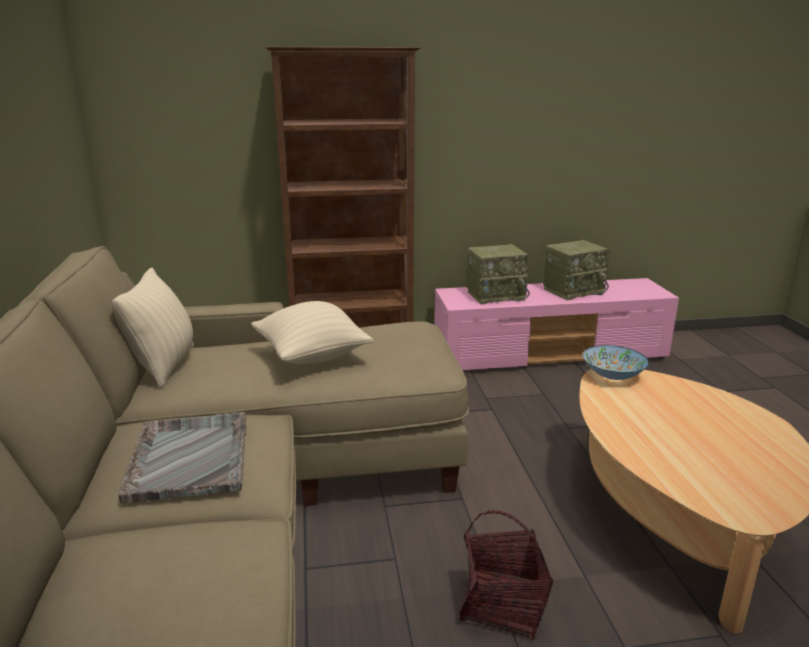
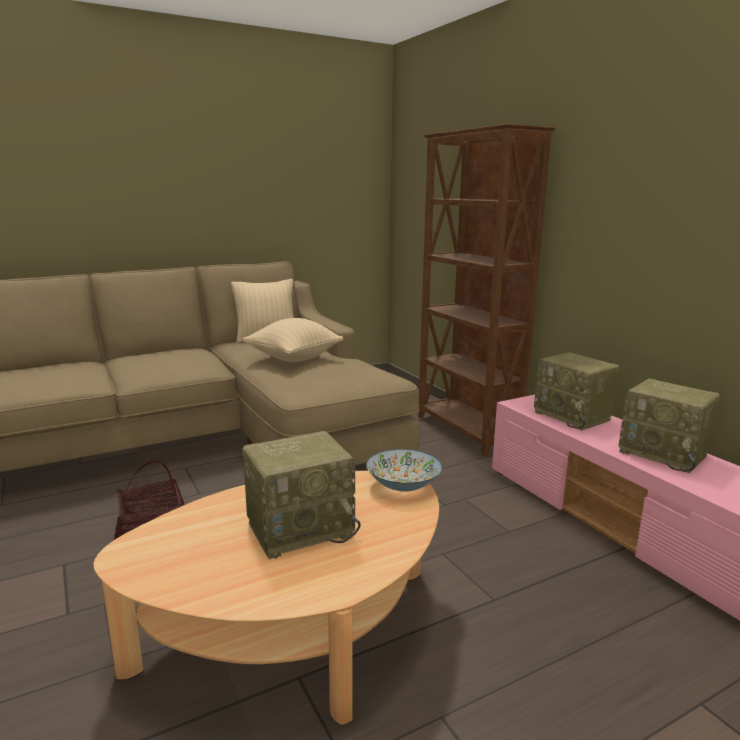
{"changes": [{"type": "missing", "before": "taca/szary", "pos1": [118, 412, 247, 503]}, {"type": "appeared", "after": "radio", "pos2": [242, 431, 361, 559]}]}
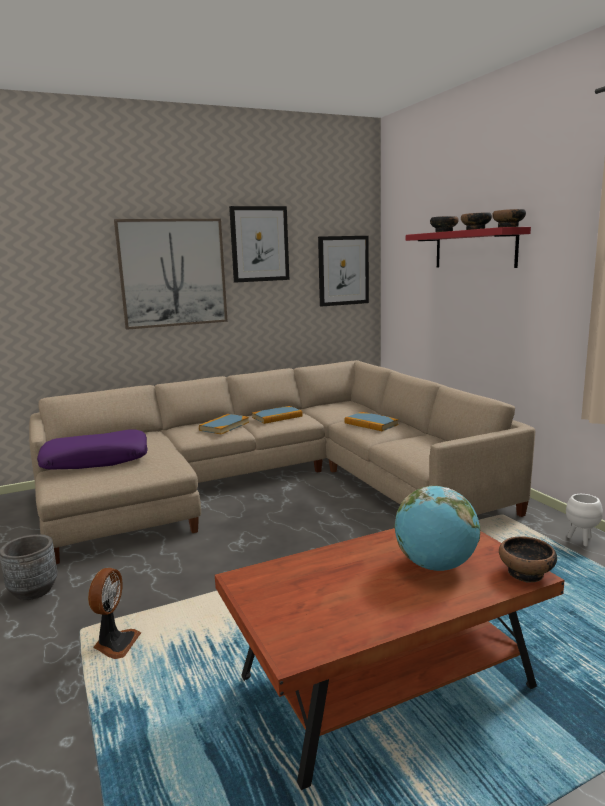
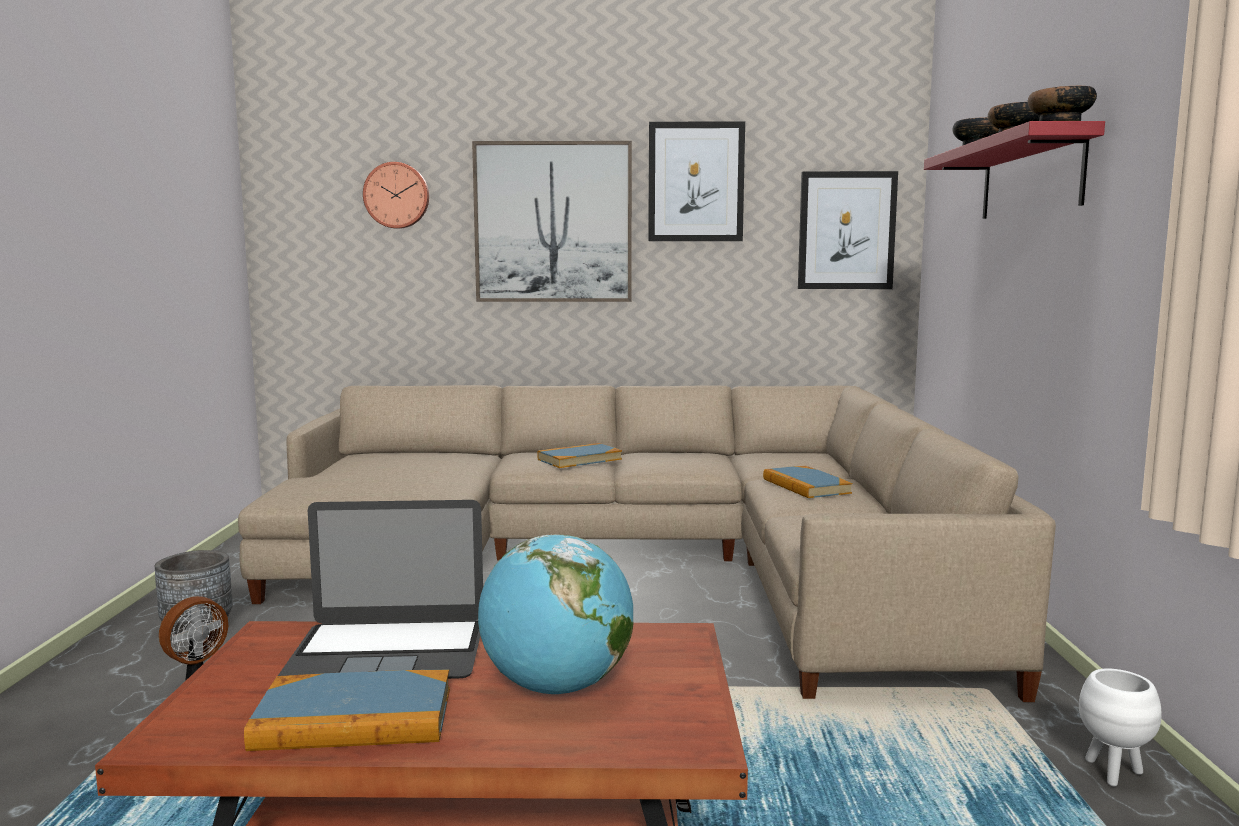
{"changes": [{"type": "relocated", "before": "książka", "pos1": [252, 406, 303, 424], "pos2": [244, 670, 450, 751]}, {"type": "missing", "before": "poduszka/fioletowy", "pos1": [37, 429, 147, 470]}, {"type": "missing", "before": "miska", "pos1": [499, 536, 557, 583]}, {"type": "appeared", "after": "zegar ścienny", "pos2": [363, 162, 429, 229]}, {"type": "appeared", "after": "laptop", "pos2": [278, 500, 483, 679]}]}
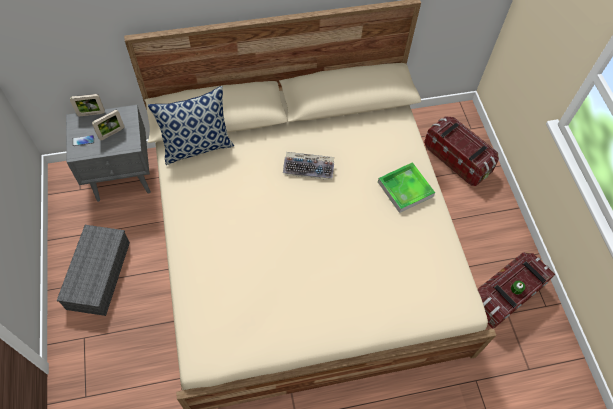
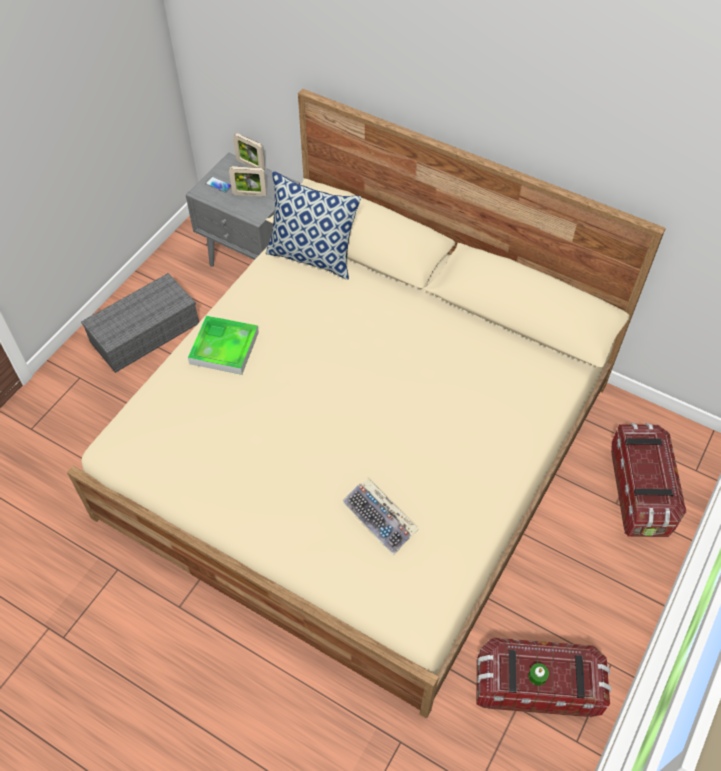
{"changes": [{"type": "relocated", "before": "klawiatura", "pos1": [283, 152, 334, 180], "pos2": [343, 478, 418, 555]}, {"type": "relocated", "before": "taca", "pos1": [378, 162, 435, 213], "pos2": [188, 316, 259, 375]}]}
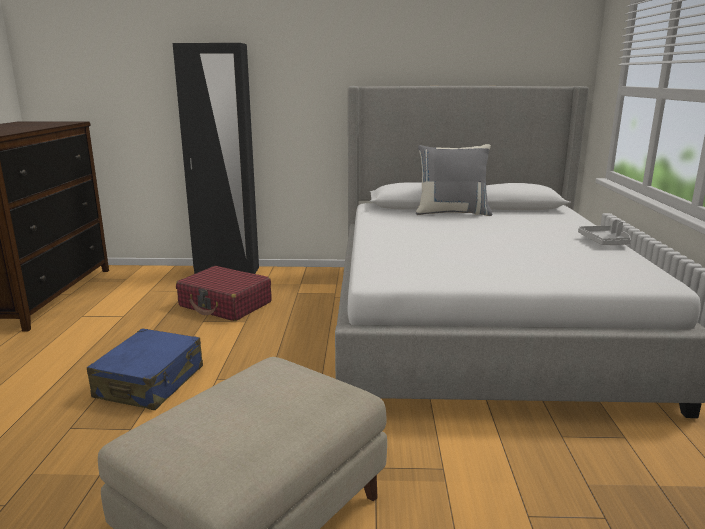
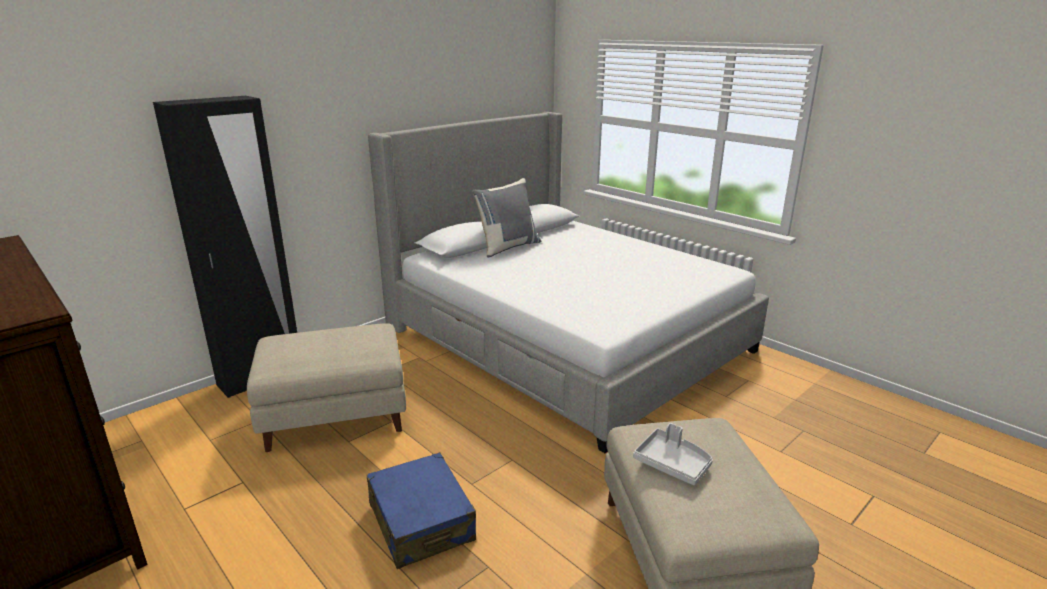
{"changes": [{"type": "relocated", "before": "taca/szary", "pos1": [578, 220, 631, 245], "pos2": [633, 423, 713, 485]}, {"type": "exchanged", "before": "walizka/czerwony", "after": "pufa/beżowy", "pos1": [176, 266, 272, 321], "pos2": [247, 323, 406, 452]}]}
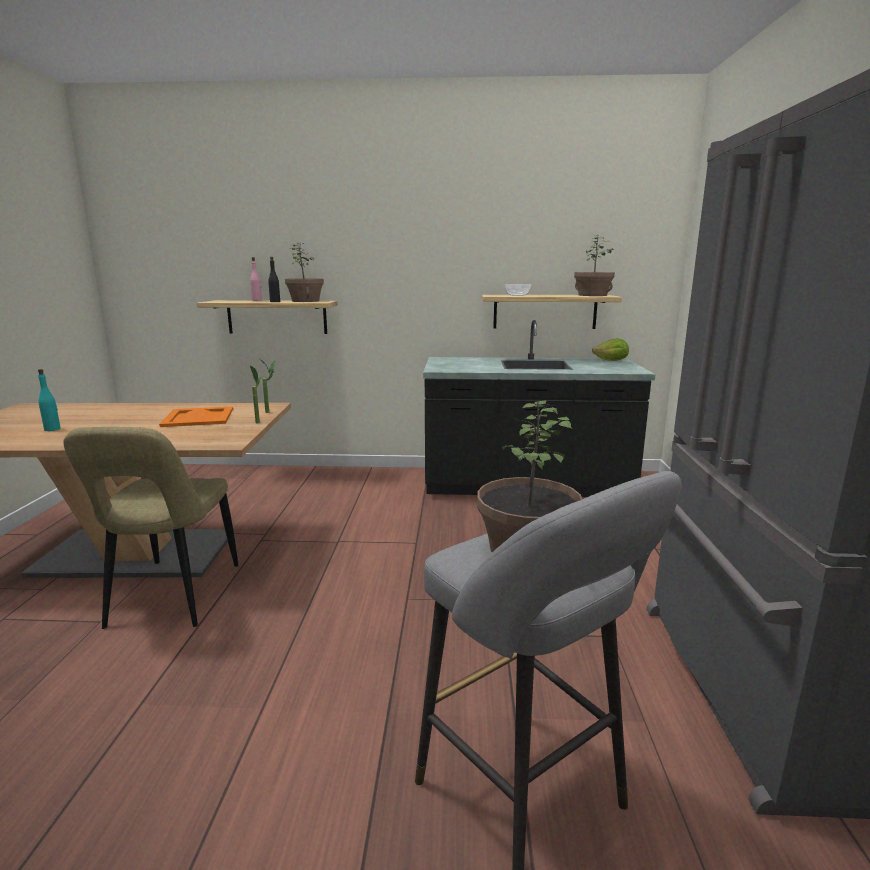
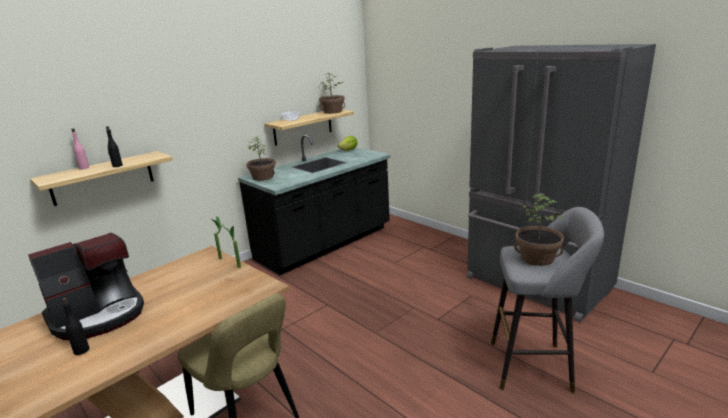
{"changes": [{"type": "relocated", "before": "roślina doniczkowa", "pos1": [285, 242, 324, 302], "pos2": [246, 137, 276, 181]}, {"type": "colour", "before": "butelka/turkusowy", "after": "butelka/czarny", "pos1": [38, 369, 61, 431], "pos2": [62, 298, 89, 355]}, {"type": "missing", "before": "taca/pomarańczowy", "pos1": [159, 406, 233, 427]}, {"type": "appeared", "after": "ekspres do kawy", "pos2": [28, 233, 144, 340]}]}
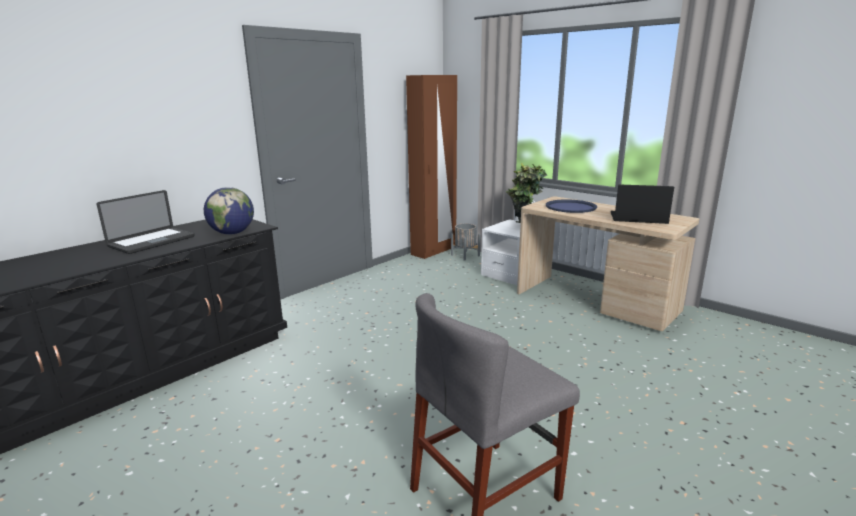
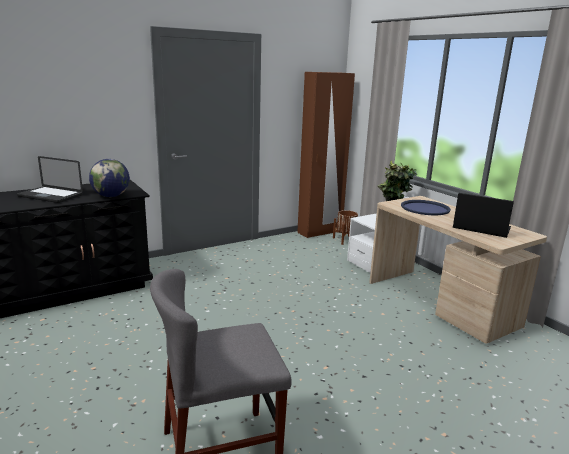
{"changes": [{"type": "spun", "before": "laptop", "pos1": [97, 190, 195, 254], "pos2": [17, 156, 83, 203], "turn": 60}, {"type": "colour", "before": "donica/szary", "after": "donica/brązowy", "pos1": [451, 224, 481, 261], "pos2": [333, 210, 358, 245]}]}
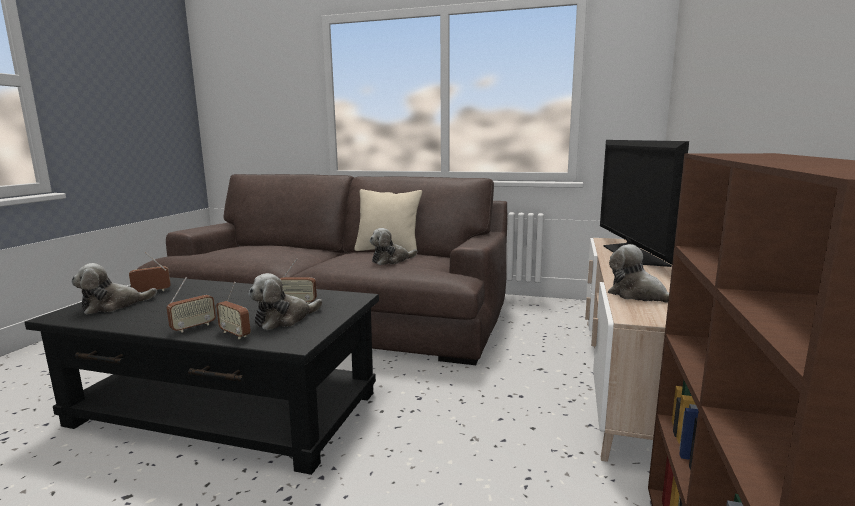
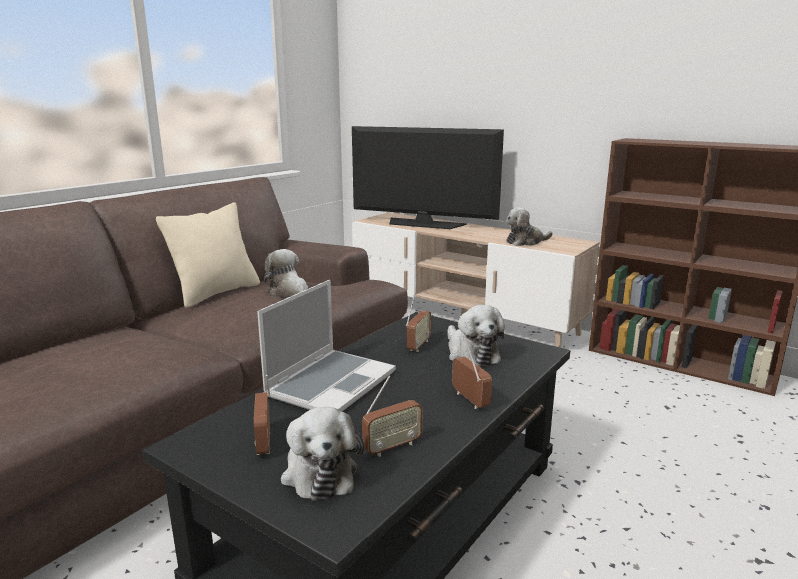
{"changes": [{"type": "spun", "before": "pluszak", "pos1": [370, 228, 418, 265], "pos2": [264, 249, 308, 299], "turn": 150}, {"type": "relocated", "before": "radio", "pos1": [216, 282, 251, 339], "pos2": [362, 375, 423, 457]}, {"type": "appeared", "after": "laptop", "pos2": [257, 280, 396, 411]}]}
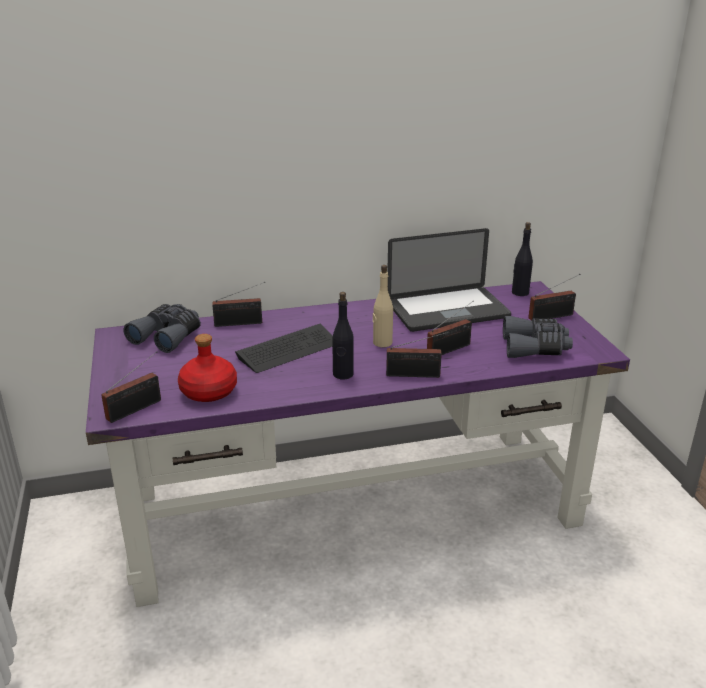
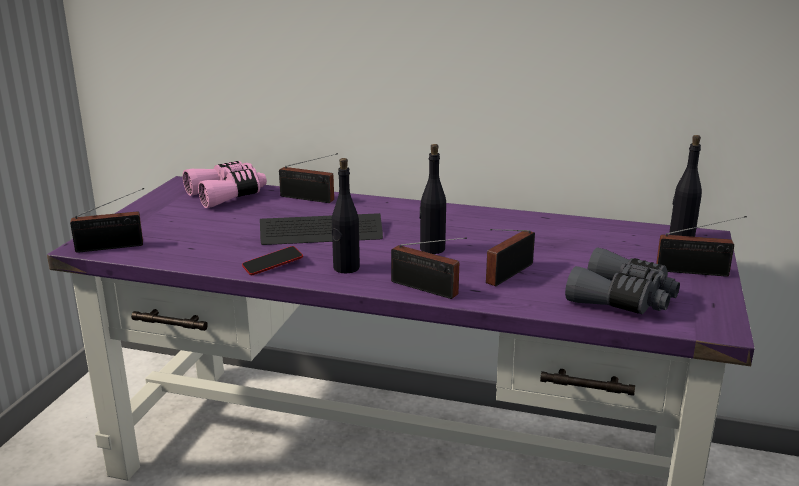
{"changes": [{"type": "missing", "before": "laptop", "pos1": [387, 228, 511, 332]}, {"type": "colour", "before": "butelka/beżowy", "after": "butelka/czarny", "pos1": [373, 265, 393, 347], "pos2": [420, 144, 446, 254]}, {"type": "spun", "before": "radio", "pos1": [427, 300, 474, 355], "pos2": [486, 229, 535, 286], "turn": 135}, {"type": "colour", "before": "lornetka/szary", "after": "lornetka/różowy", "pos1": [123, 304, 201, 353], "pos2": [183, 161, 267, 208]}, {"type": "missing", "before": "butelka/czerwony", "pos1": [178, 334, 237, 402]}, {"type": "appeared", "after": "telefon", "pos2": [242, 246, 303, 275]}]}
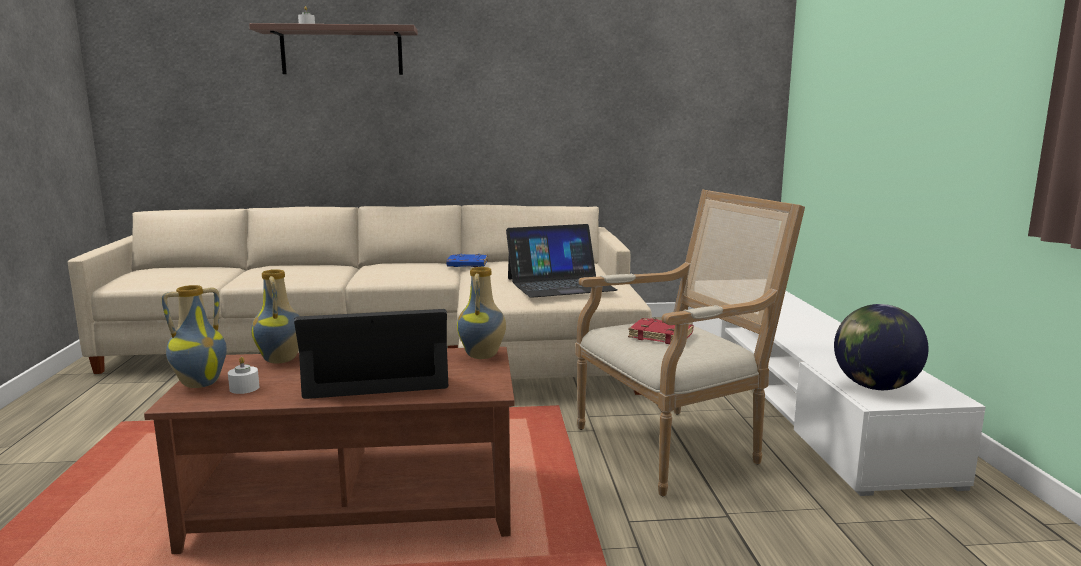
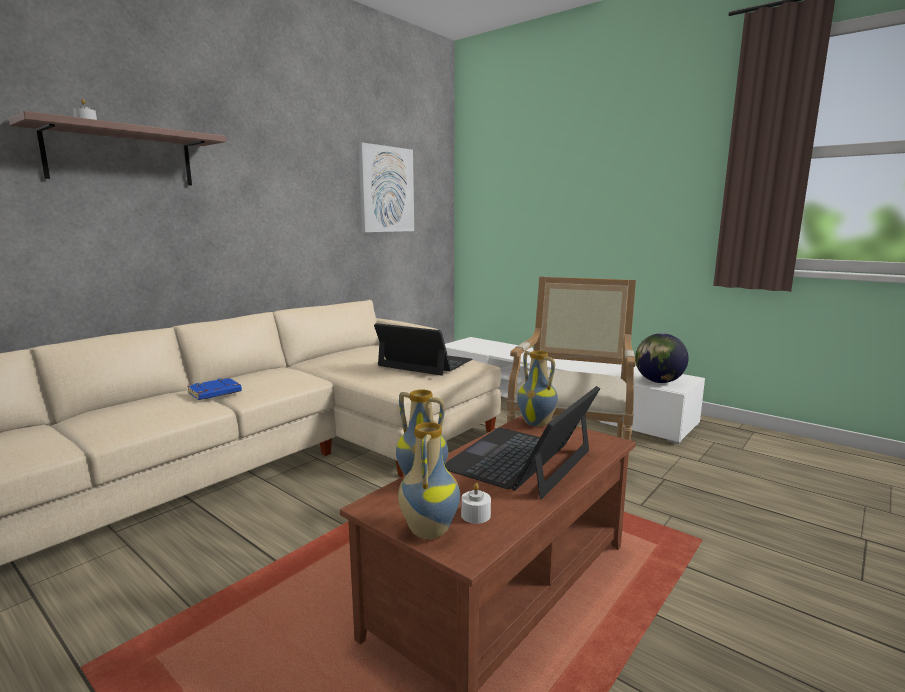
{"changes": [{"type": "spun", "before": "laptop", "pos1": [506, 224, 617, 298], "pos2": [374, 323, 472, 376], "turn": -90}, {"type": "relocated", "before": "książka/niebieski", "pos1": [446, 254, 488, 267], "pos2": [187, 378, 242, 400]}, {"type": "missing", "before": "książka/czerwony", "pos1": [628, 318, 693, 344]}, {"type": "appeared", "after": "obraz", "pos2": [358, 142, 414, 232]}]}
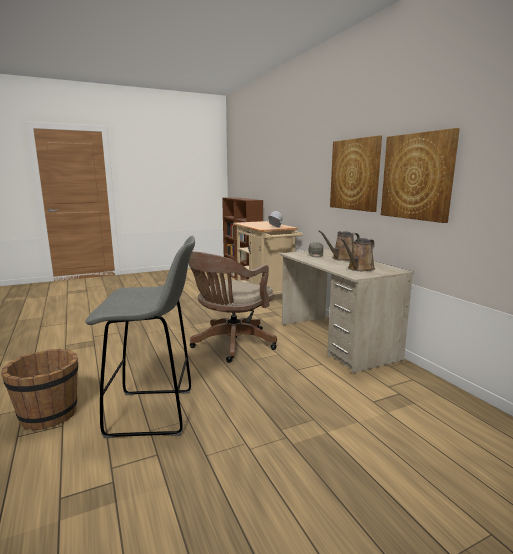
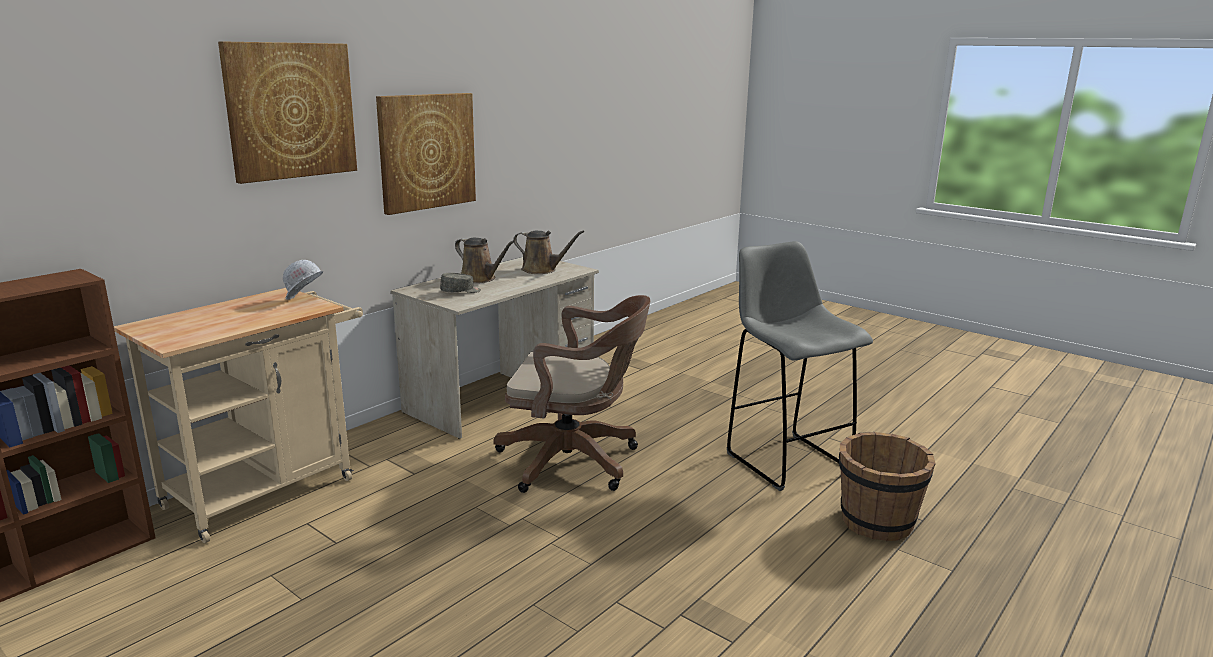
{"changes": [{"type": "relocated", "before": "obraz", "pos1": [381, 128, 460, 223], "pos2": [218, 41, 357, 184]}]}
